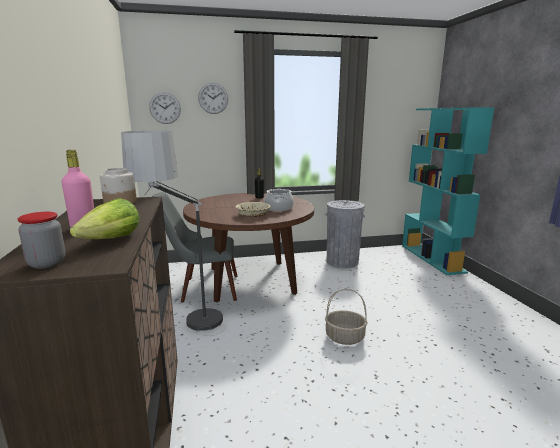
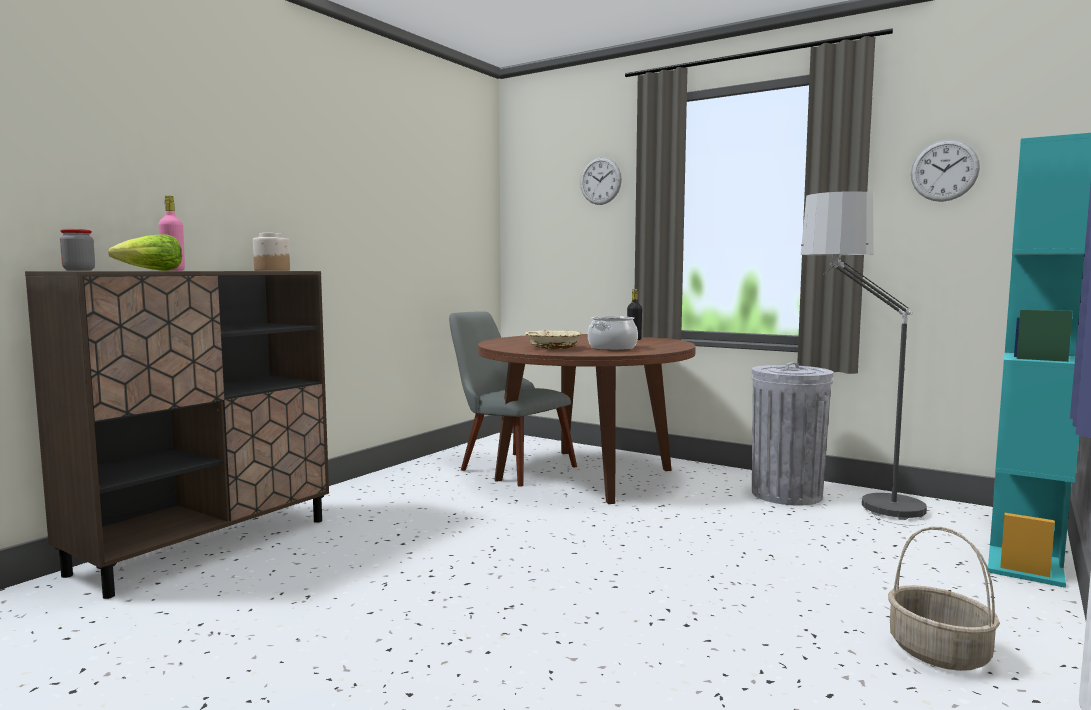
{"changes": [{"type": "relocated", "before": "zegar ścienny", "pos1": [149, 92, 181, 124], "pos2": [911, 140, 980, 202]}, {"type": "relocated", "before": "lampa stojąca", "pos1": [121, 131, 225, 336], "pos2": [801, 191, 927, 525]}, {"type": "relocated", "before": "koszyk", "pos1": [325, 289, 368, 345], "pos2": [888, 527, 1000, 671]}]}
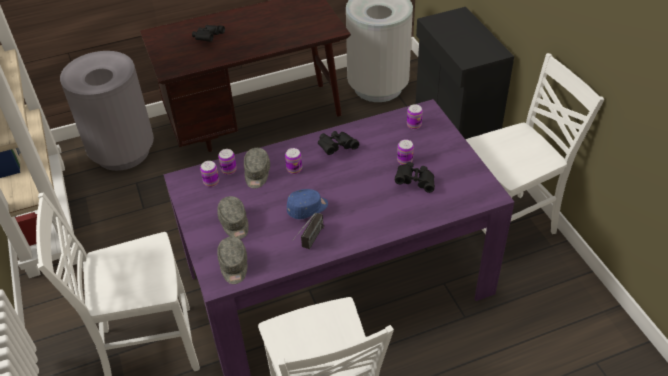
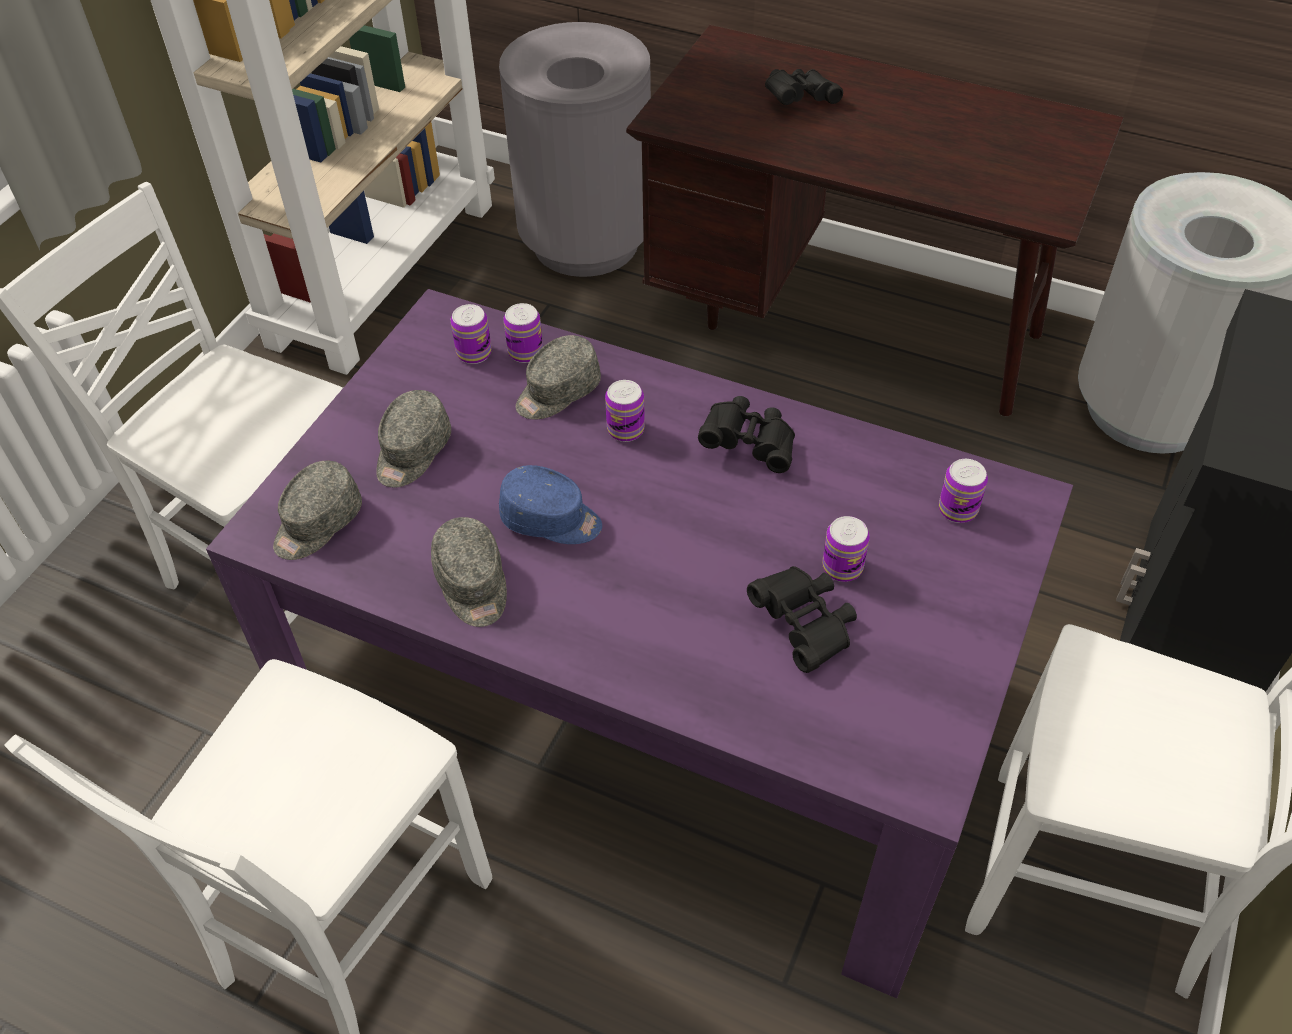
{"changes": [{"type": "exchanged", "before": "radio", "after": "czapka z daszkiem/szary", "pos1": [292, 213, 324, 249], "pos2": [431, 517, 507, 627]}]}
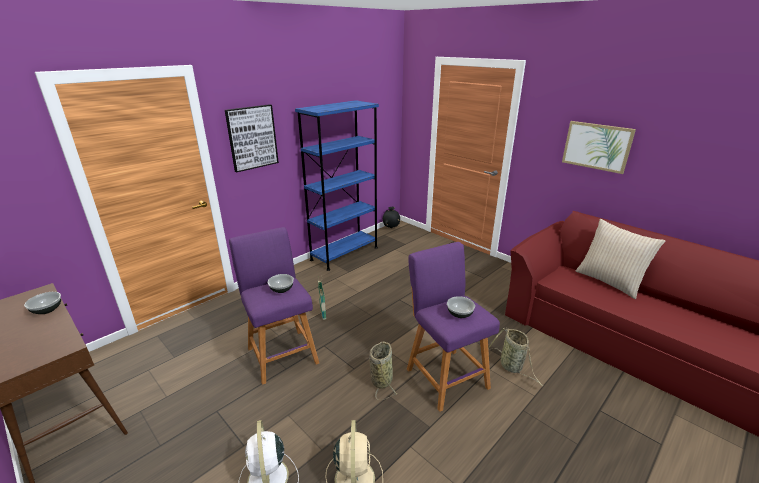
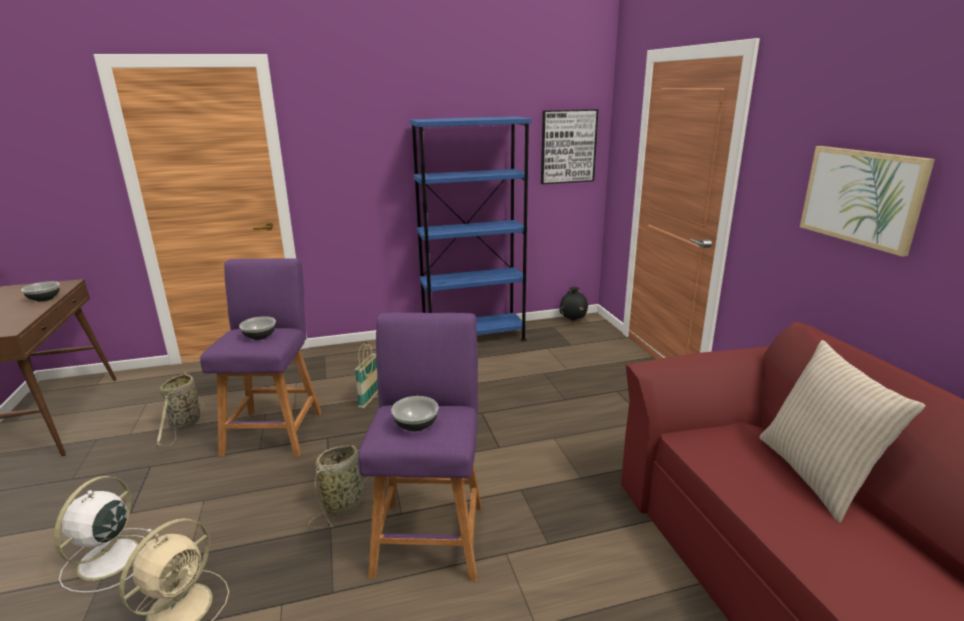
{"changes": [{"type": "relocated", "before": "obraz", "pos1": [225, 104, 279, 172], "pos2": [541, 109, 598, 184]}, {"type": "relocated", "before": "koszyk", "pos1": [488, 328, 543, 386], "pos2": [157, 372, 204, 446]}]}
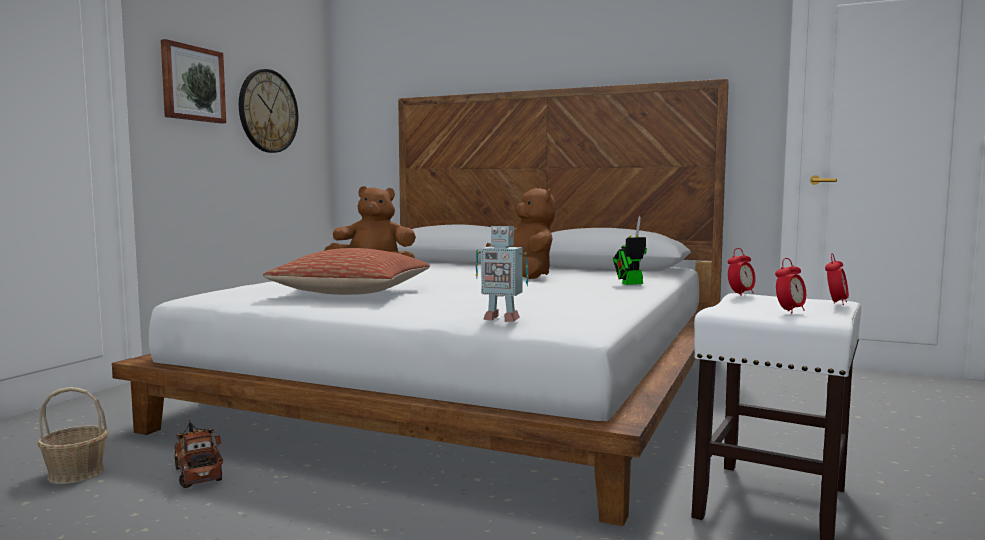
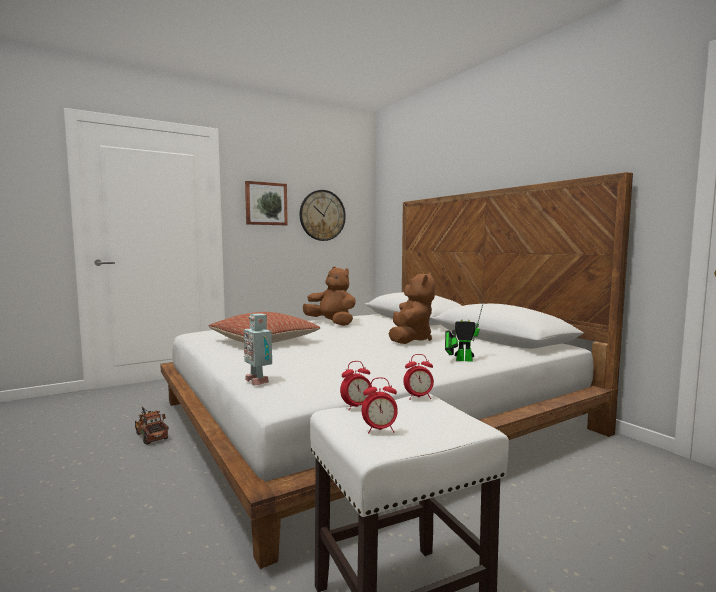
{"changes": [{"type": "relocated", "before": "budzik", "pos1": [825, 253, 849, 305], "pos2": [340, 361, 372, 411]}, {"type": "missing", "before": "koszyk", "pos1": [37, 387, 108, 484]}, {"type": "spun", "before": "ciężarówka zabawkowa", "pos1": [174, 420, 223, 488], "pos2": [135, 406, 169, 445], "turn": -45}]}
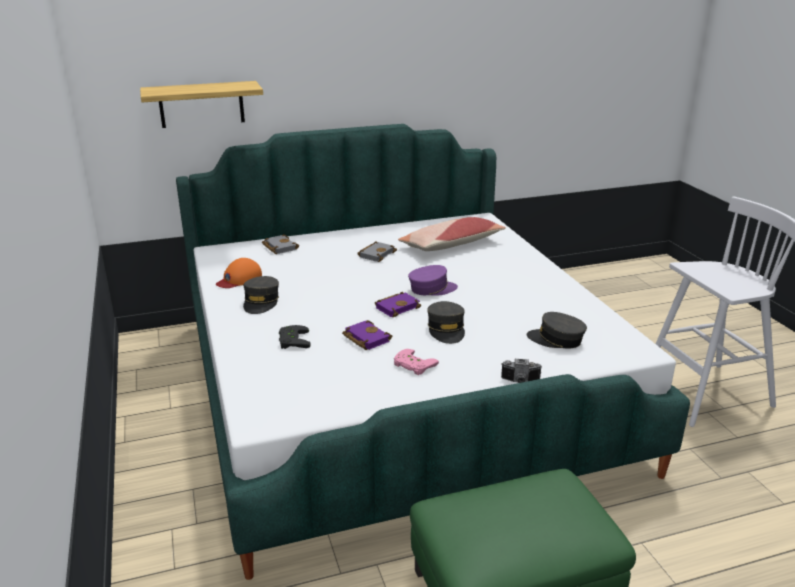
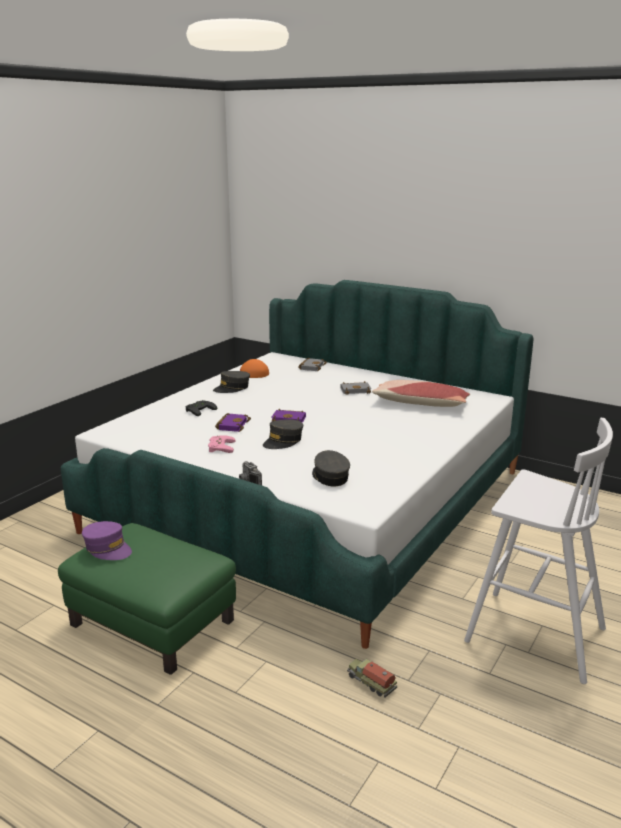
{"changes": [{"type": "missing", "before": "półka", "pos1": [140, 81, 263, 128]}, {"type": "relocated", "before": "czapka z daszkiem/fioletowy", "pos1": [408, 265, 458, 296], "pos2": [82, 521, 132, 560]}, {"type": "appeared", "after": "ciężarówka zabawkowa", "pos2": [347, 659, 397, 697]}]}
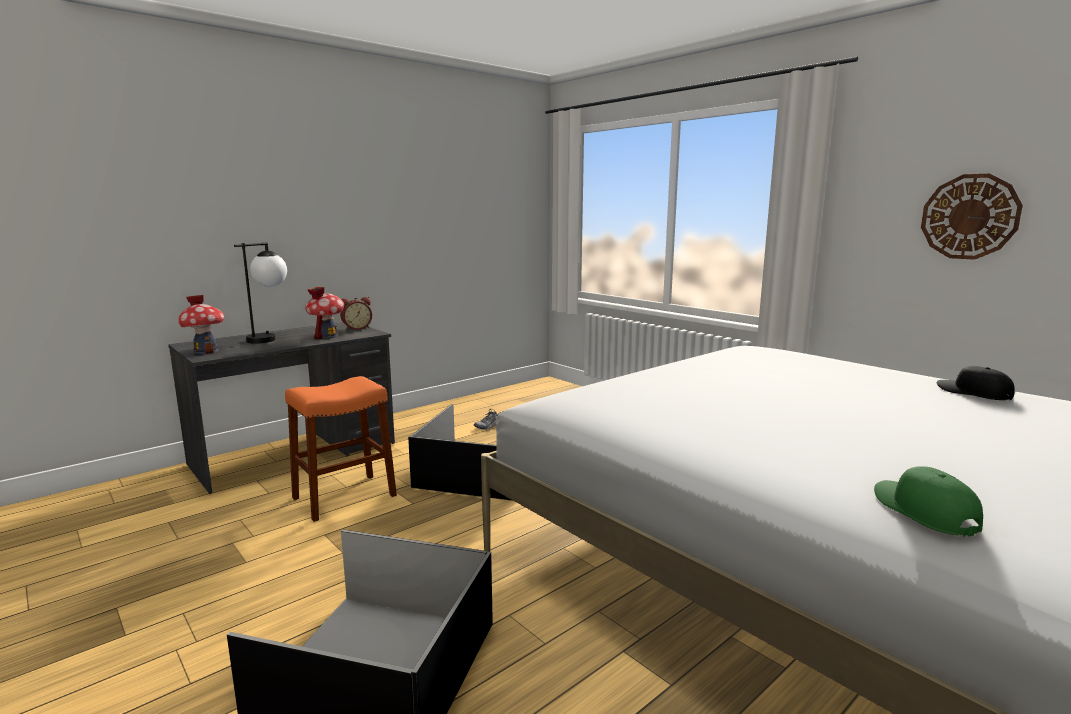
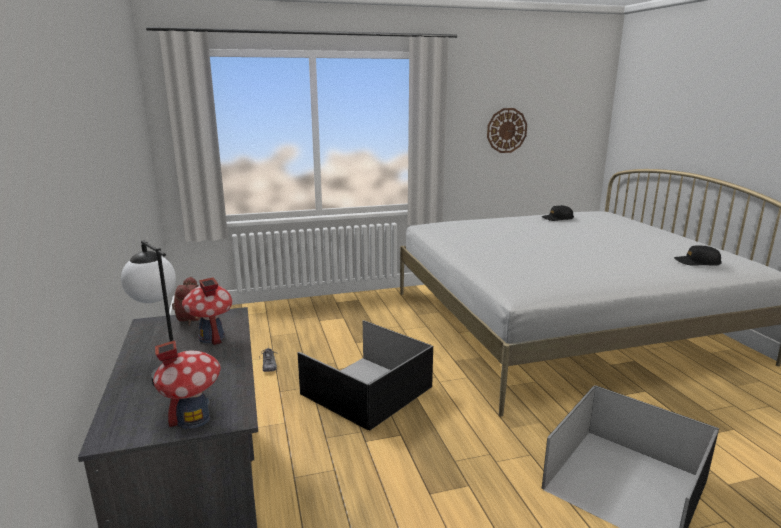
{"changes": [{"type": "missing", "before": "stołek/pomarańczowy", "pos1": [285, 376, 397, 522]}, {"type": "colour", "before": "czapka z daszkiem/zielony", "after": "czapka z daszkiem/czarny", "pos1": [874, 466, 983, 537], "pos2": [674, 245, 722, 266]}]}
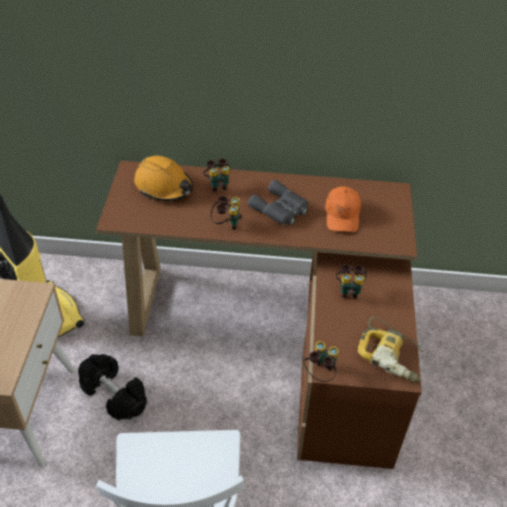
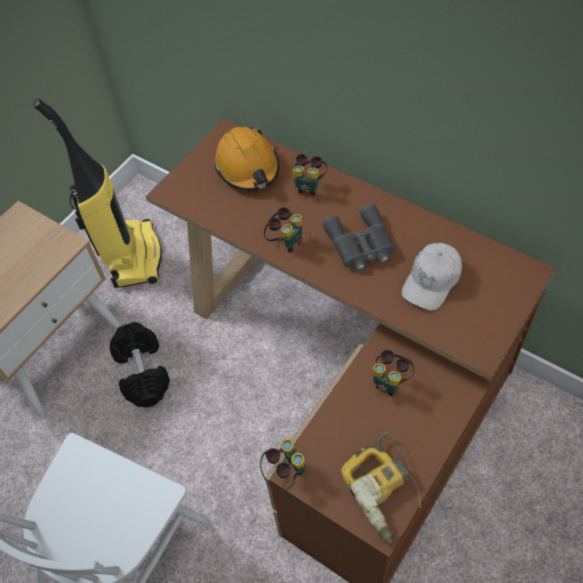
{"changes": [{"type": "colour", "before": "czapka z daszkiem/pomarańczowy", "after": "czapka z daszkiem/biały", "pos1": [325, 186, 361, 232], "pos2": [401, 243, 462, 311]}]}
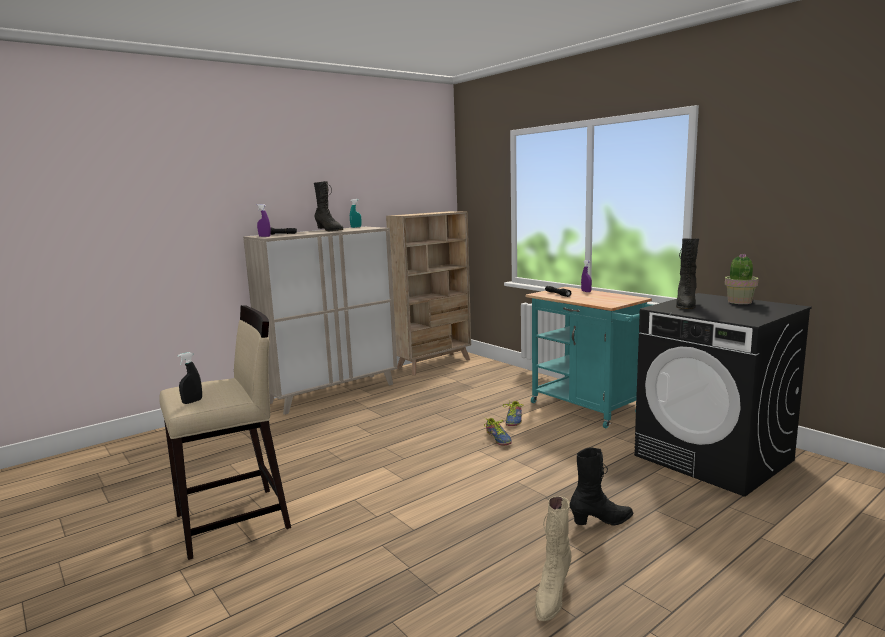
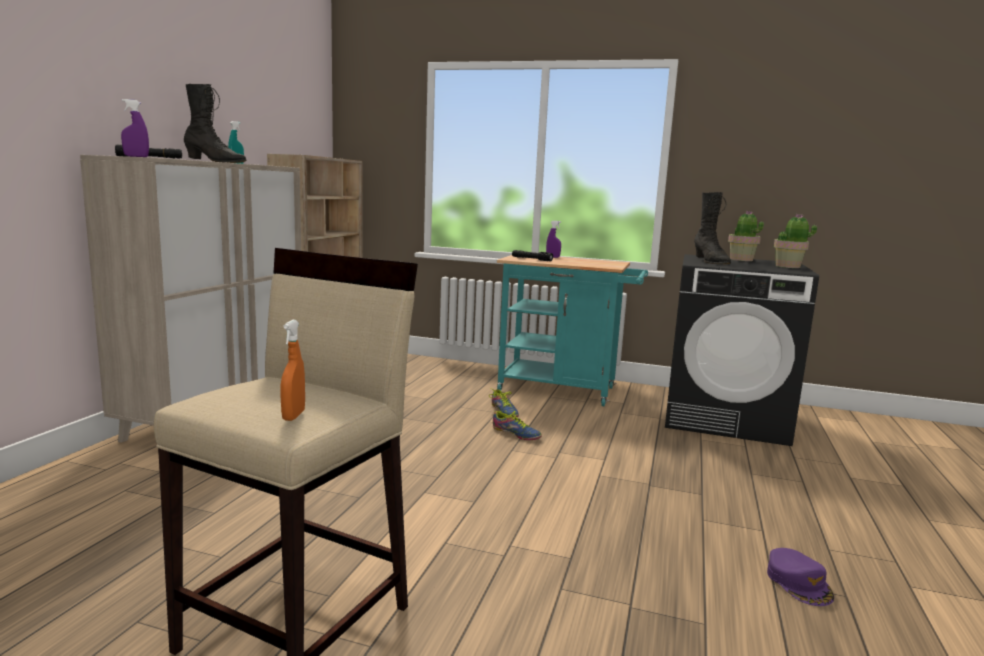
{"changes": [{"type": "colour", "before": "spryskiwacz/czarny", "after": "spryskiwacz/pomarańczowy", "pos1": [177, 352, 202, 404], "pos2": [281, 320, 305, 421]}, {"type": "missing", "before": "but z cholewką/czarny", "pos1": [570, 447, 633, 525]}, {"type": "exchanged", "before": "but z cholewką/beżowy", "after": "czapka z daszkiem/fioletowy", "pos1": [535, 496, 571, 621], "pos2": [767, 548, 834, 606]}, {"type": "appeared", "after": "roślina doniczkowa", "pos2": [774, 214, 817, 268]}]}
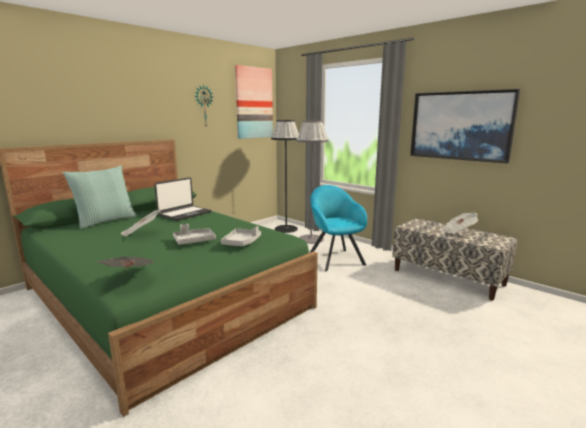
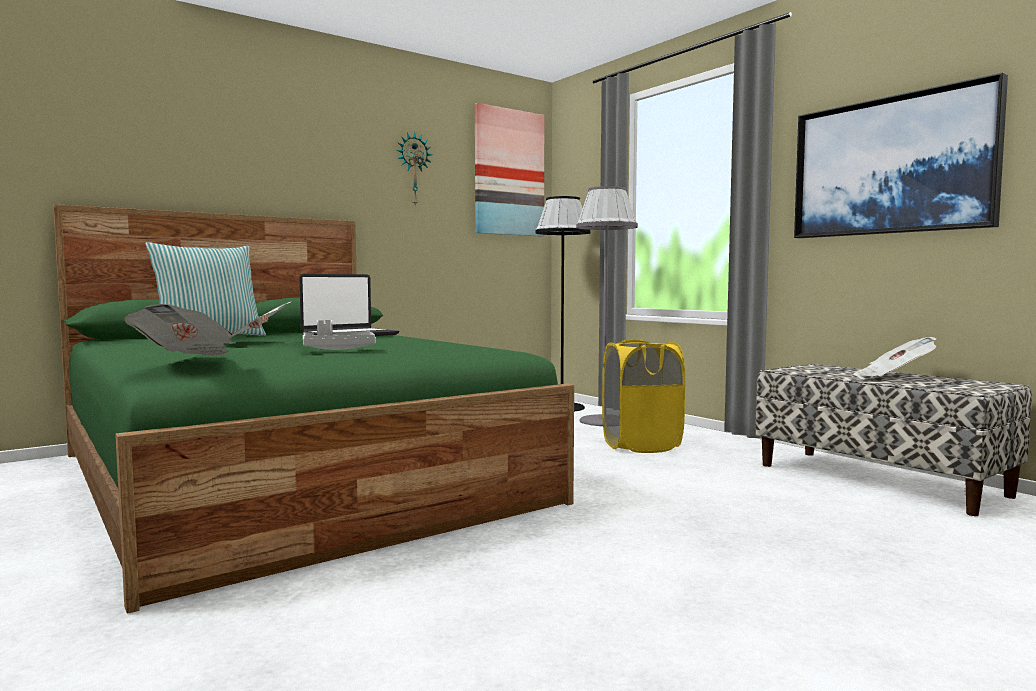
{"changes": [{"type": "exchanged", "before": "fotel/turkusowy", "after": "kosz na pranie/żółty", "pos1": [309, 185, 367, 271], "pos2": [602, 340, 685, 453]}, {"type": "missing", "before": "taca/szary", "pos1": [221, 226, 261, 246]}]}
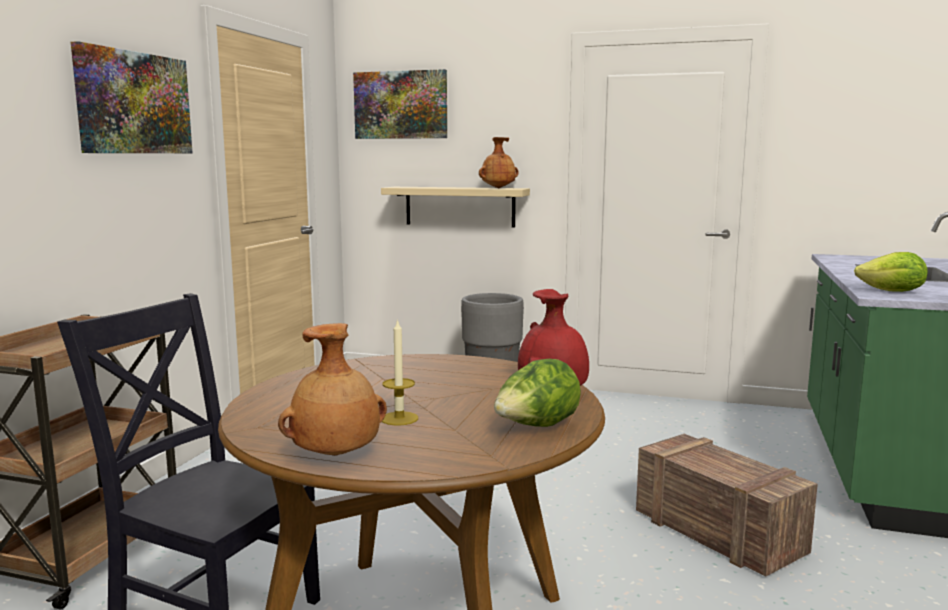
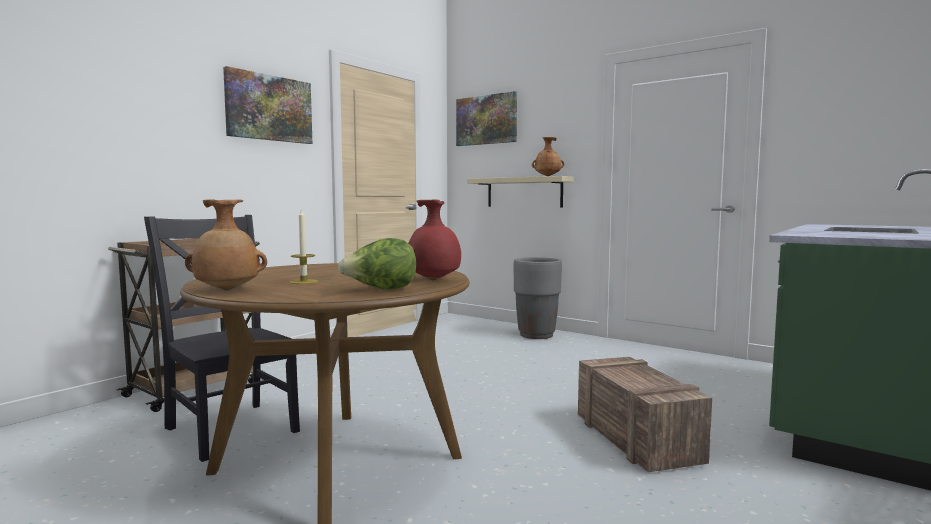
{"changes": [{"type": "missing", "before": "sałata", "pos1": [854, 252, 928, 292]}]}
